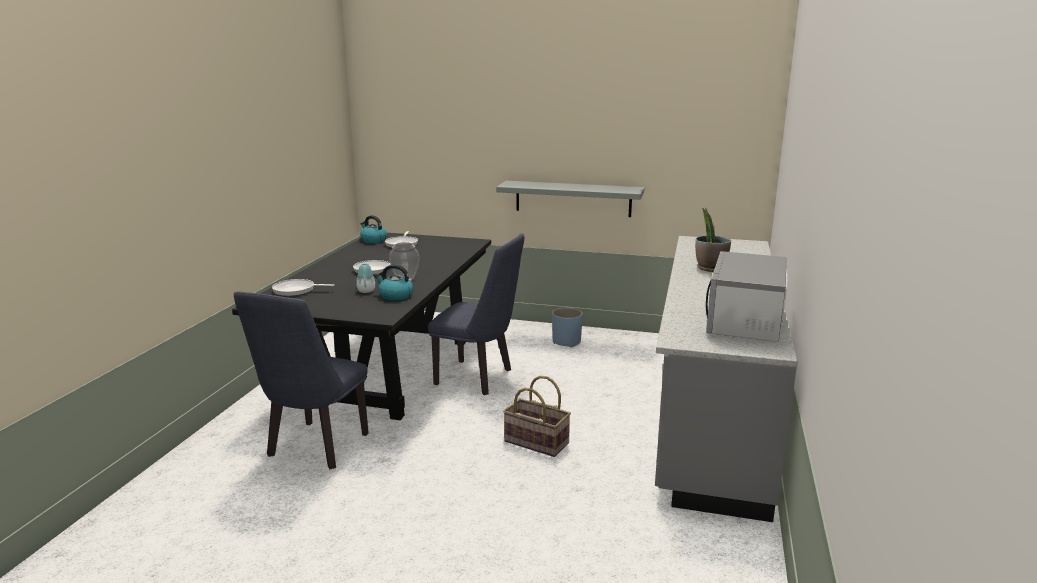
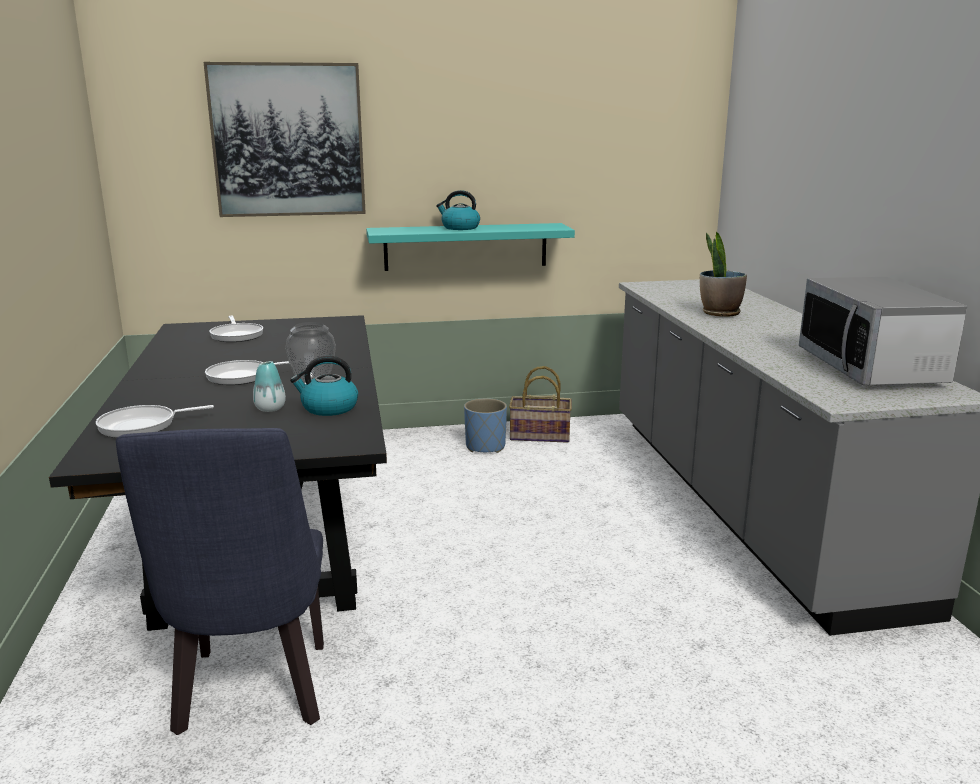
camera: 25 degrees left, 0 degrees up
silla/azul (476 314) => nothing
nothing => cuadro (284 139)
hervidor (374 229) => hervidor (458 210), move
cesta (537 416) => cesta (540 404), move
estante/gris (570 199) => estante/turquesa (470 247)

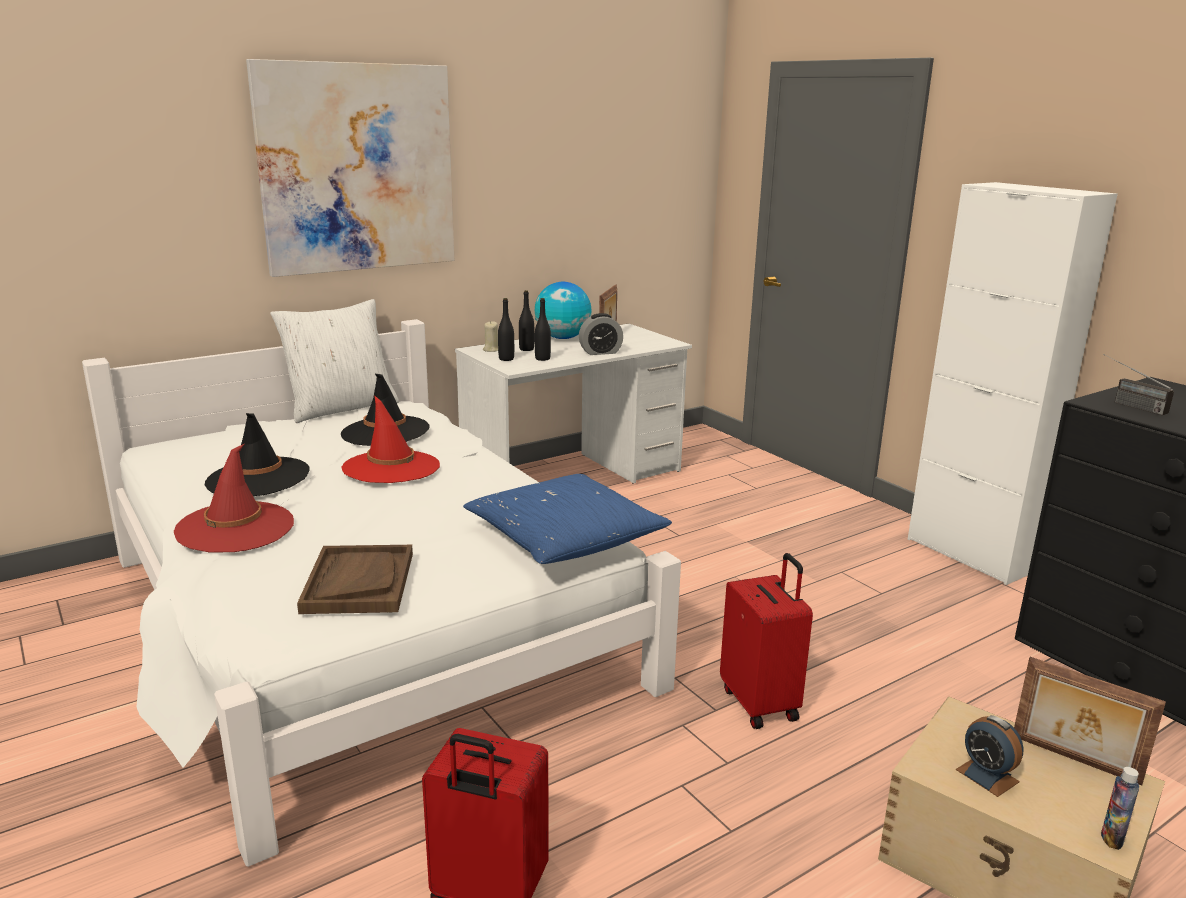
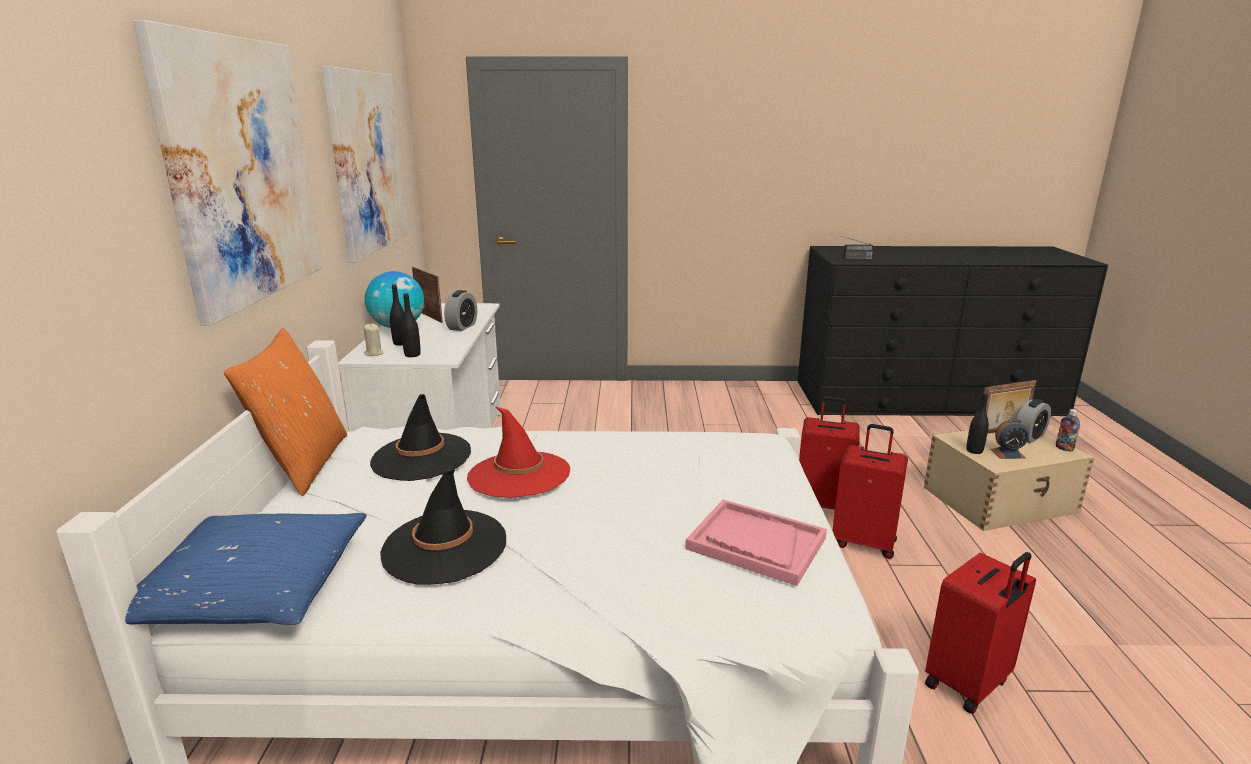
camera: 55 degrees left, 0 degrees up
sombrero/rojo (234 498) => nothing
armario/blanco (1013 383) => nothing
nothing => cuadro (365 164)
nothing => maleta/rojo (870 491)
nothing => despertador (1033 421)
cojín/azul (567 519) => cojín/azul (245 569), move
botella/negro (543 329) => botella/negro (977 423), move
cojín/blanco (334 361) => cojín/naranja (285 412)
bandeja/marrón (355 579) => bandeja/rosa (756 542)

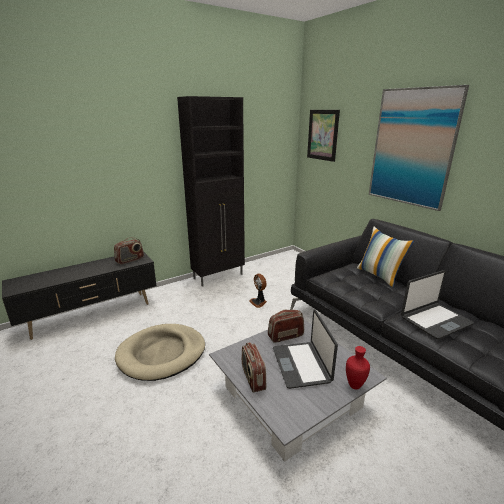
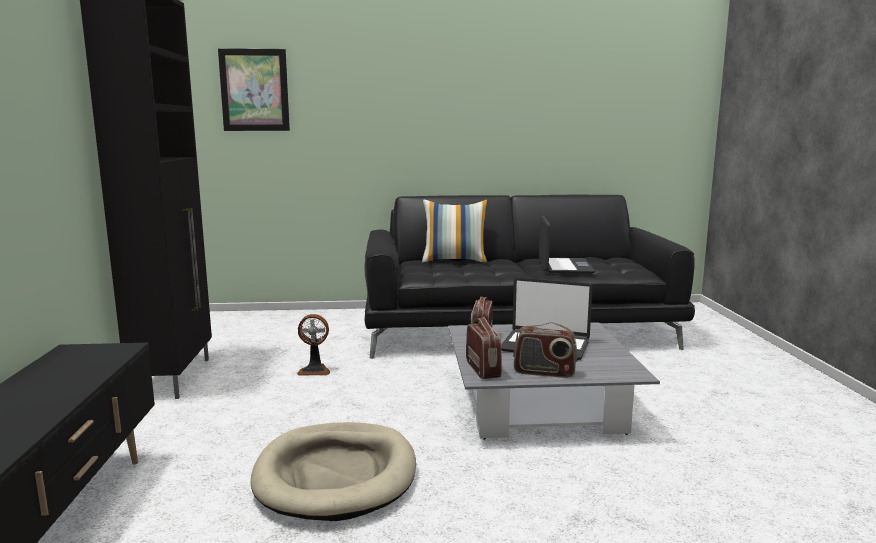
camera: 60 degrees left, 10 degrees down
florero/rojo (358 368) => nothing
cuadro (419 148) => nothing
radio (129 251) => radio (484 348), move

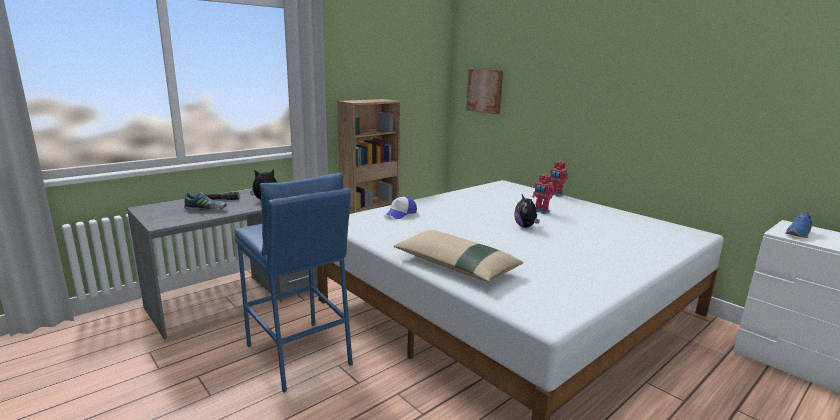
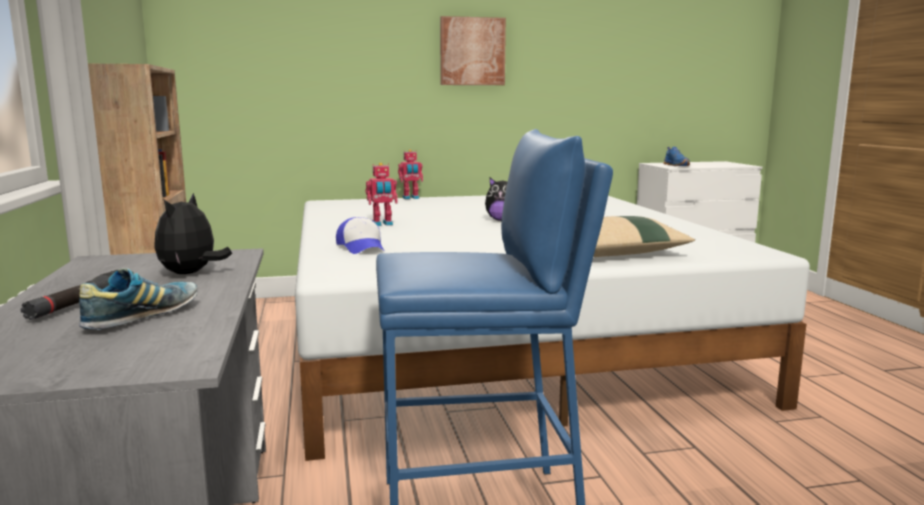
camera: 60 degrees left, 5 degrees down
cuadro (484 91) => cuadro (473 50), move
robot de juguete (543 193) => robot de juguete (382 194), move

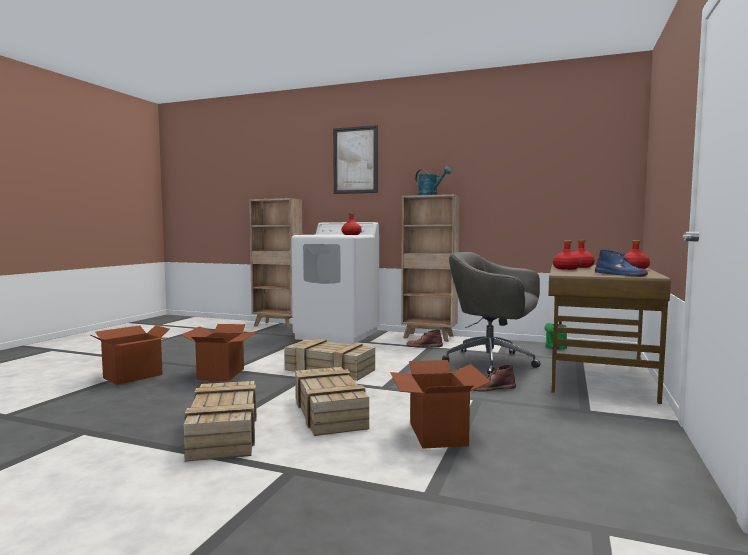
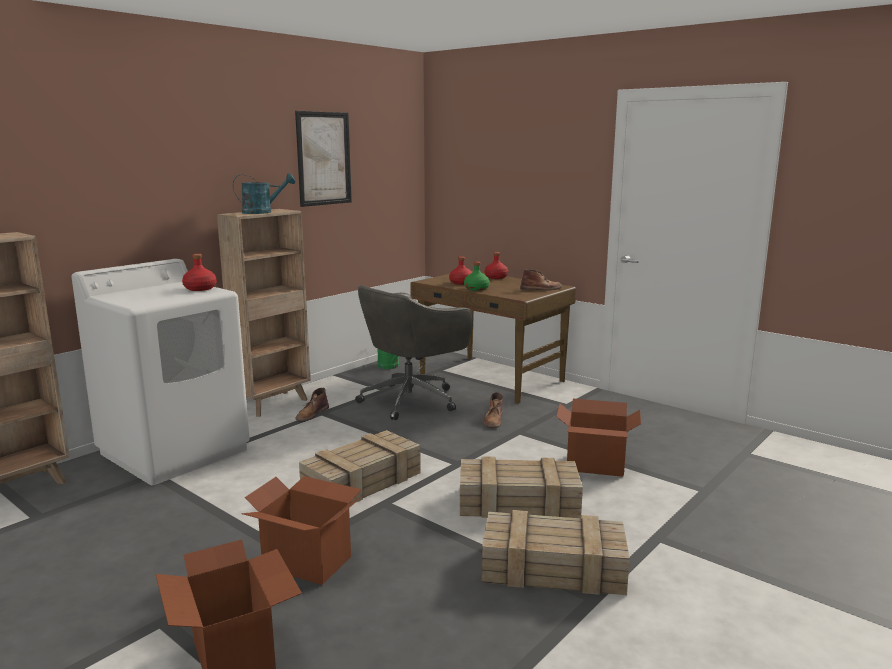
camera: 70 degrees left, 10 degrees up
cuadro (355 159) => cuadro (323 159), move
botella/rojo (567 255) => botella/verde (477 276)
bota/azul (621 262) => bota/marrón (541 280)

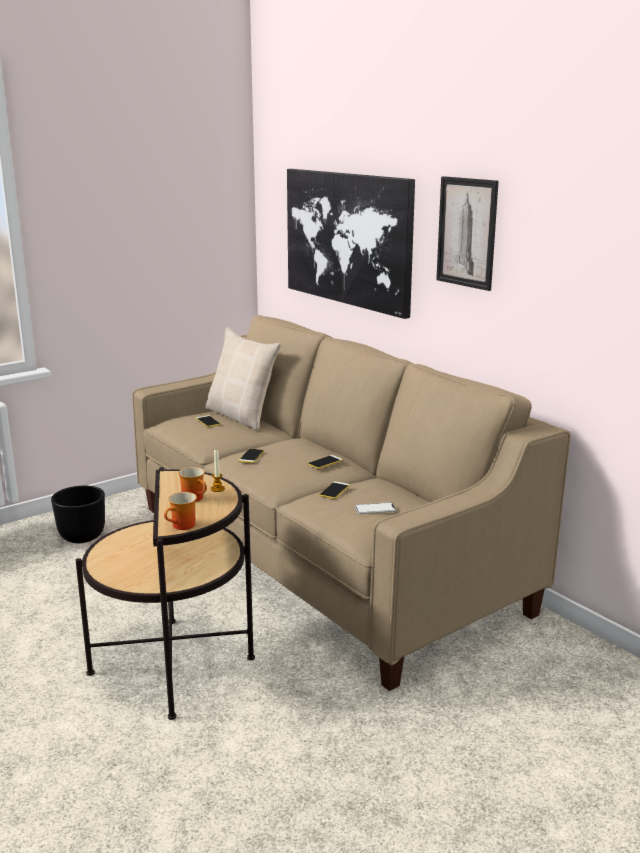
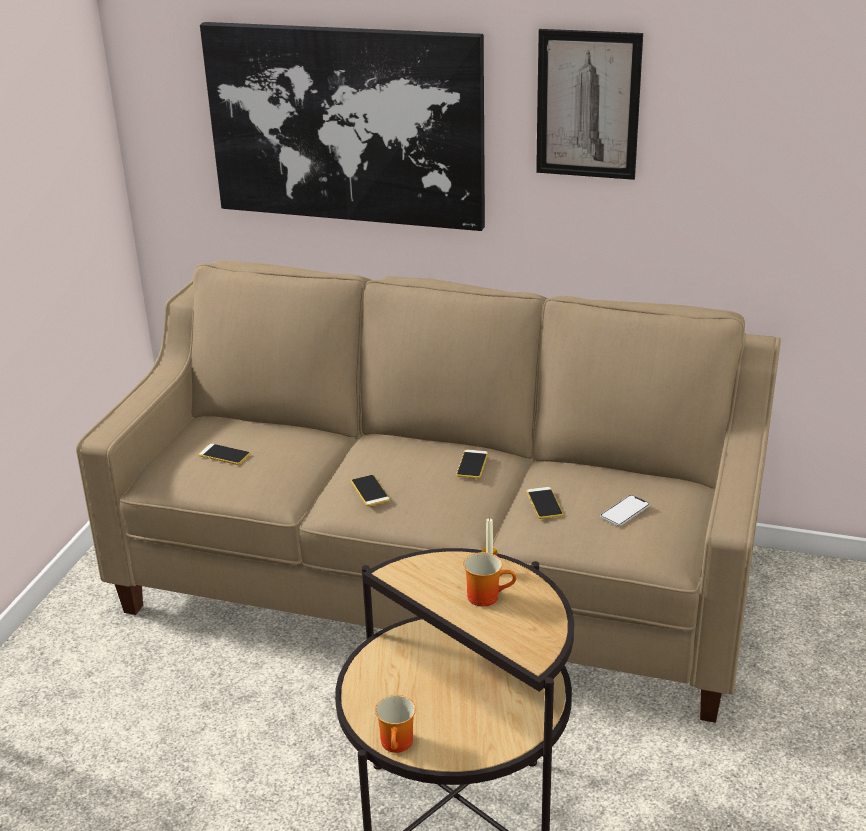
camera: 35 degrees left, 10 degrees up
maceta/negro (78 514) => nothing
cojín/beis (243 379) => nothing
taza grande (180 511) => taza grande (395 724), move

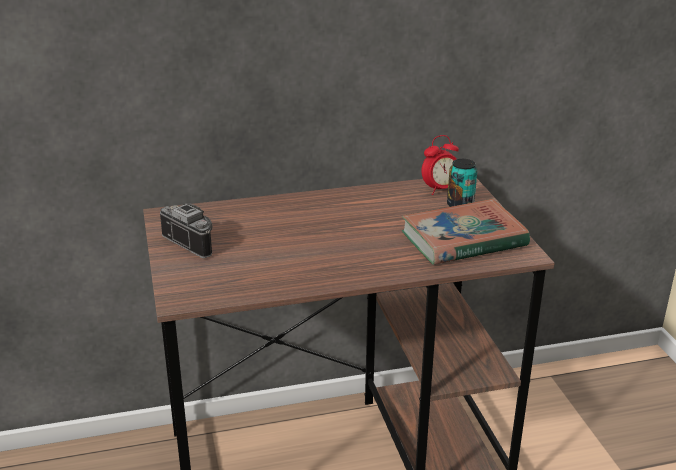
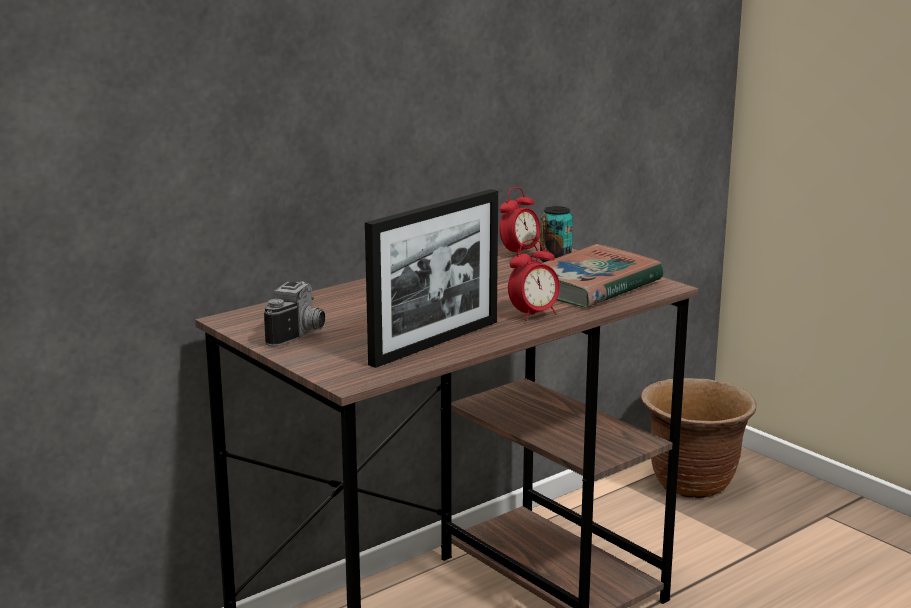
camera: 25 degrees left, 10 degrees down
nothing => portarretratos (431 278)
nothing => despertador (534 280)
nothing => maceta/marrón (699 438)
cámara (186 230) => cámara (294 314), 90 degrees clockwise

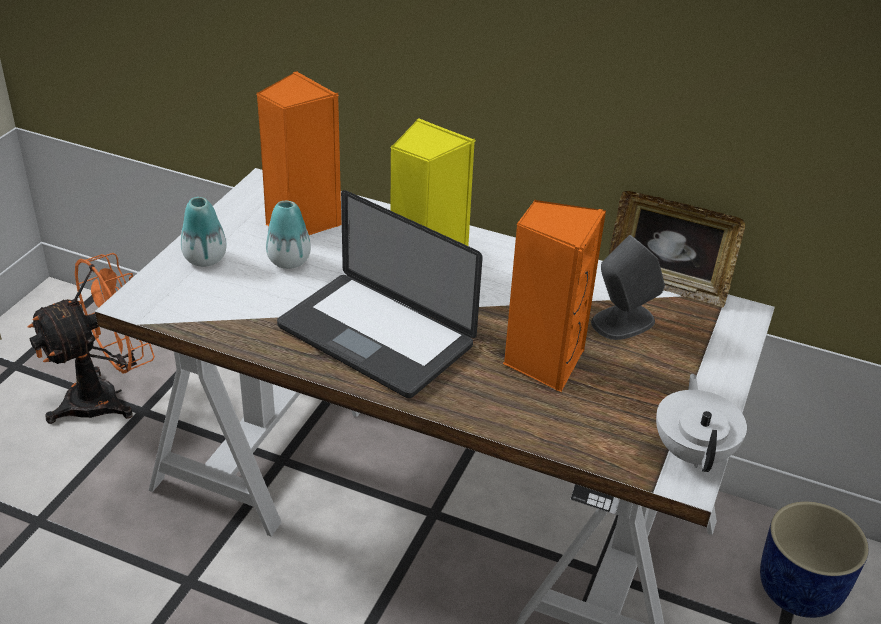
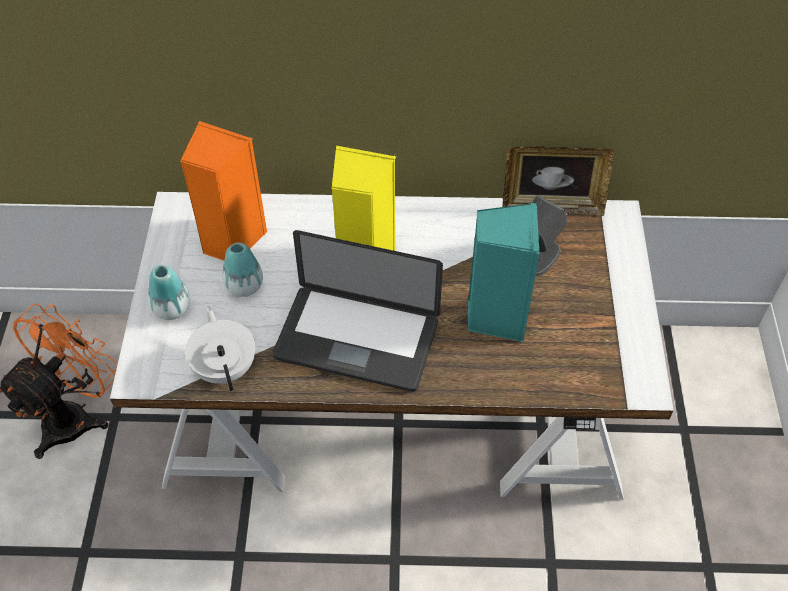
camera: 20 degrees left, 15 degrees up
maceta/azul (814 559) => nothing
tetera/blanco (701 423) => tetera/blanco (220 348), move
altavoz/naranja (554 295) => altavoz/turquesa (504 272)

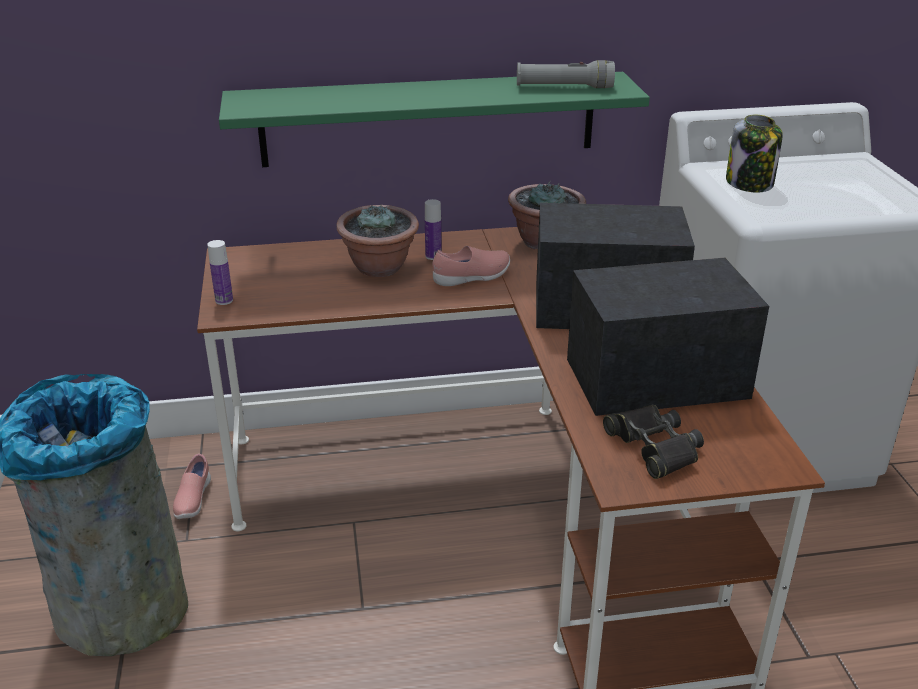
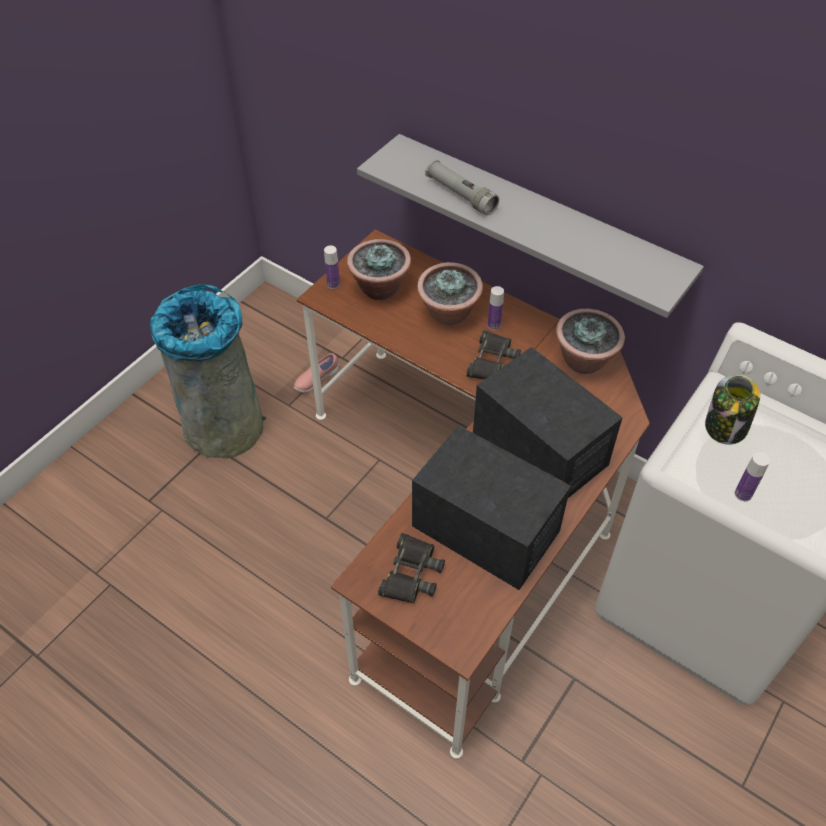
camera: 45 degrees right, 20 degrees up
nothing => planta en maceta (379 269)
nothing => botella (752 476)
linterna/gris (566 74) => linterna/gris (462 187), move
zapato/rosa (471 266) => prismáticos/negro (493 355)
estante/verde (434 119) => estante/gris (530 226)

